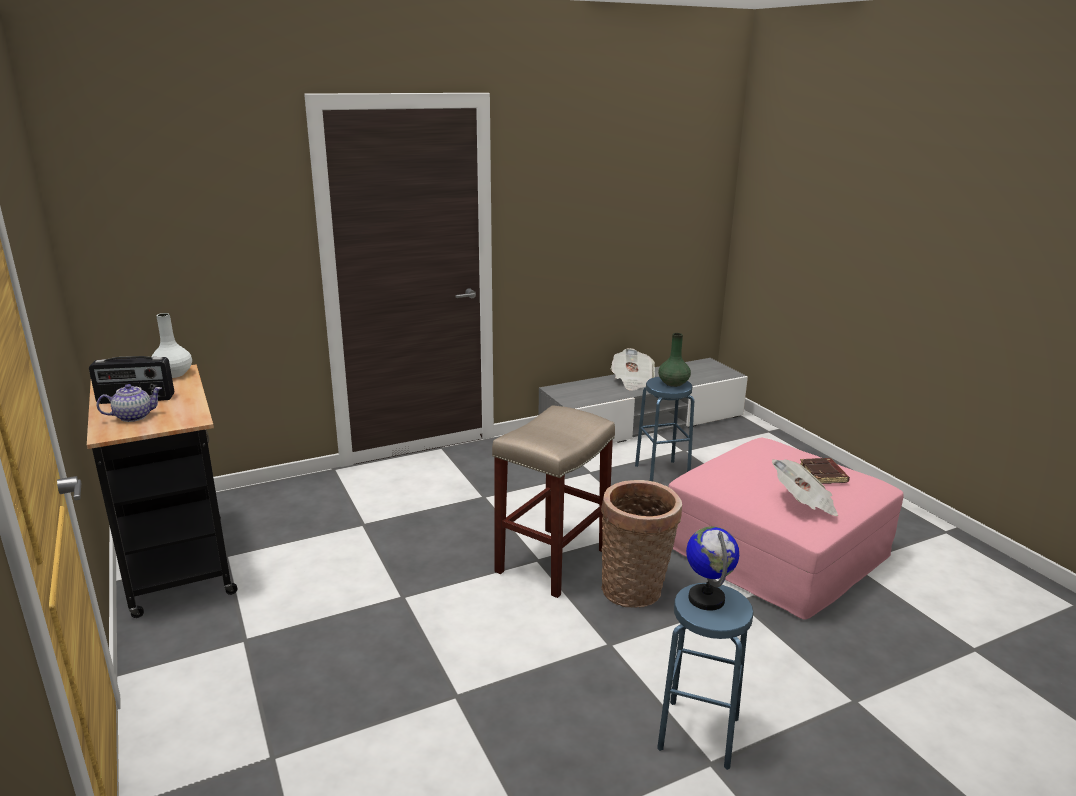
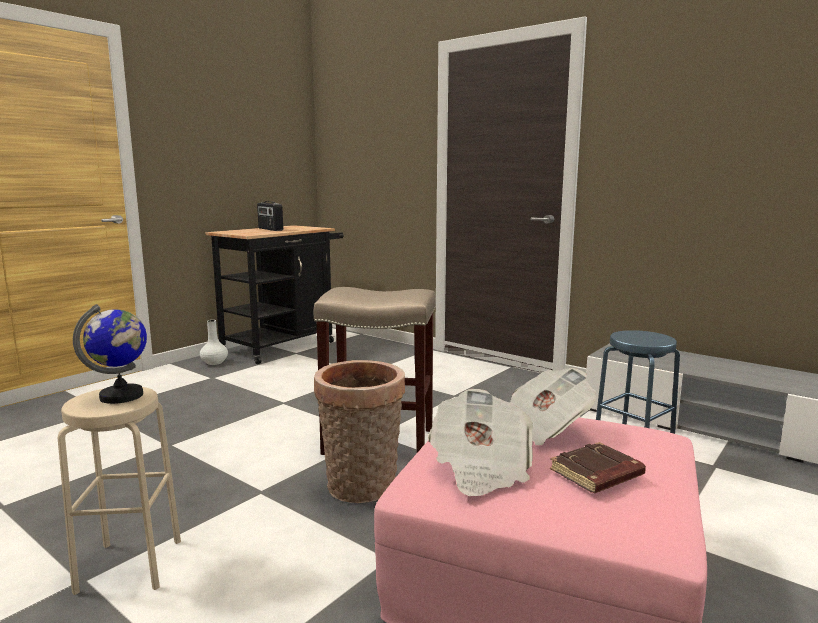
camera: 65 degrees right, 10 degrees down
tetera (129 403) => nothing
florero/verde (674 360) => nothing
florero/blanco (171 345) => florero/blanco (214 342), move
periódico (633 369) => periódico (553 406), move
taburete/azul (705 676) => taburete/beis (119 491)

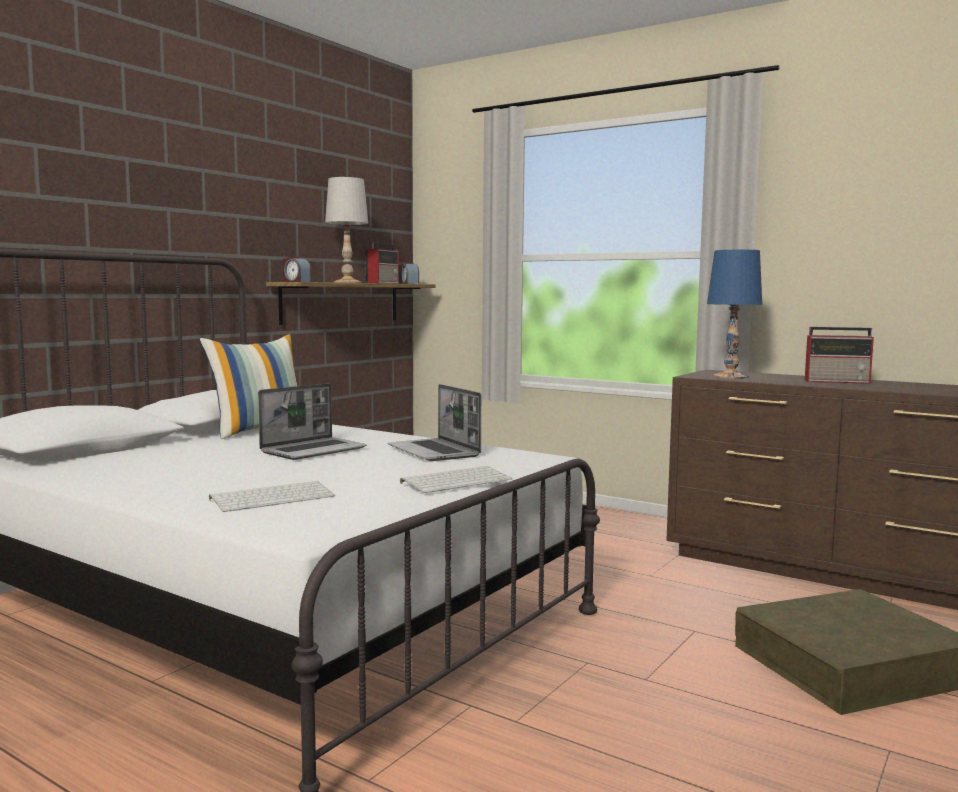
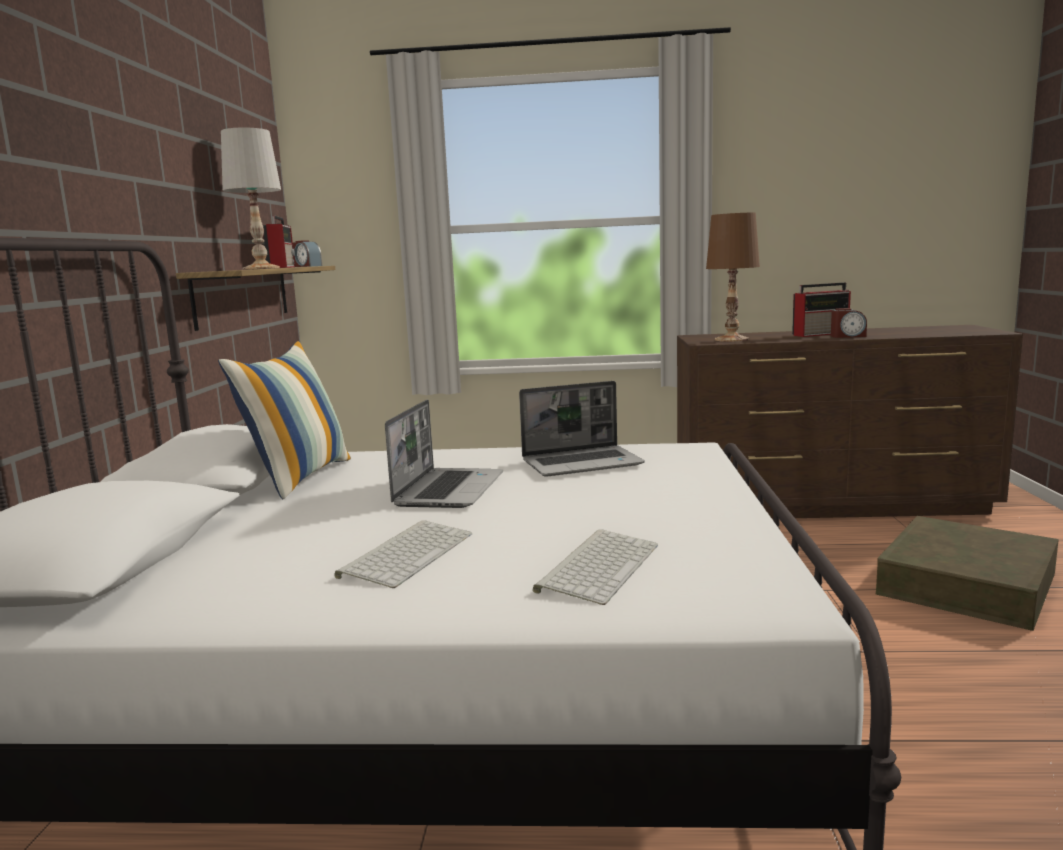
camera: 30 degrees left, 5 degrees up
despertador (297 269) => despertador (849 323), move
teclado (456 479) => teclado (403 554), move
lámpara de mesa/azul (734 314) => lámpara de mesa/marrón (733 277)
portátil (434 422) => portátil (582 428), 45 degrees counterclockwise

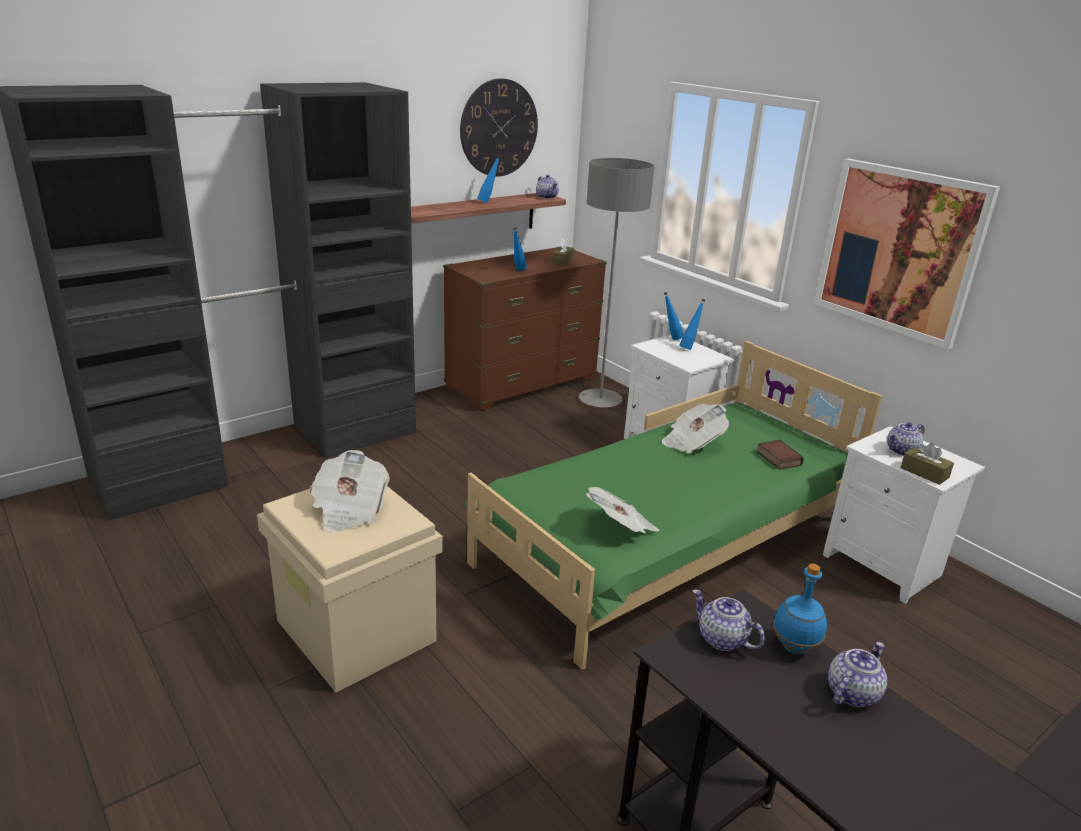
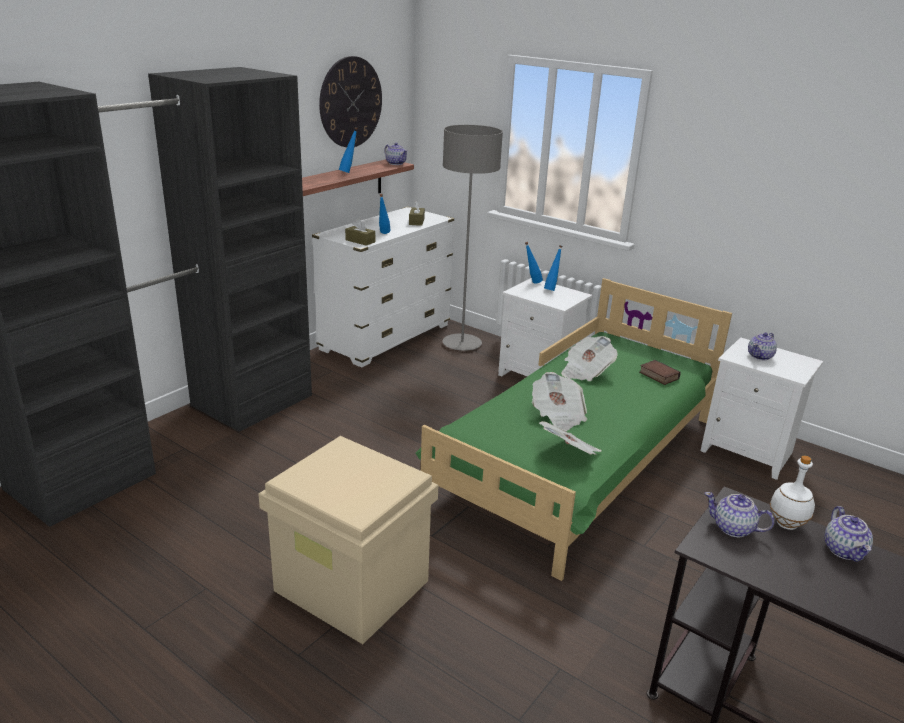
camera: 15 degrees left, 0 degrees up
cuadro (907 254) => nothing
periódico (350 491) => periódico (559 401), move
caja de pañuelos/marrón (927 464) => caja de pañuelos/marrón (360 232), move
cómoda/marrón (525 329) => cómoda/blanco (383 287)
botella/azul (800 609) => botella/blanco (792 492)
tetera (857 674) => tetera (848 534), 150 degrees clockwise

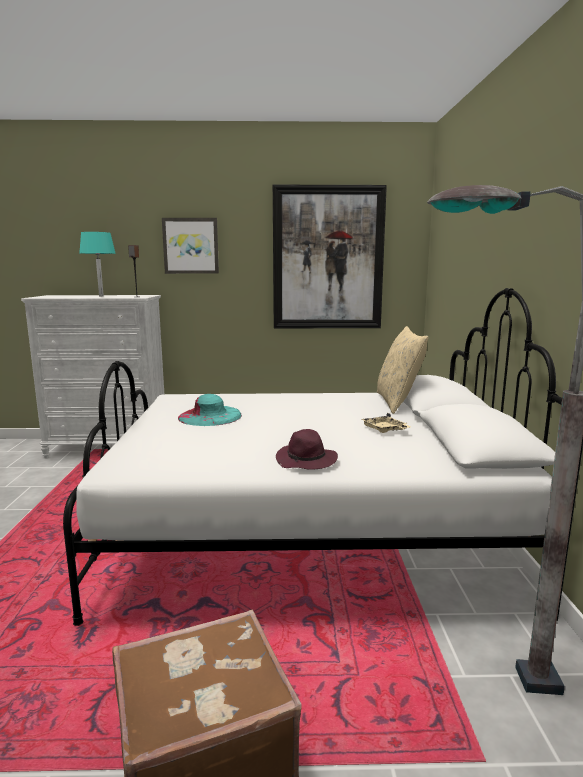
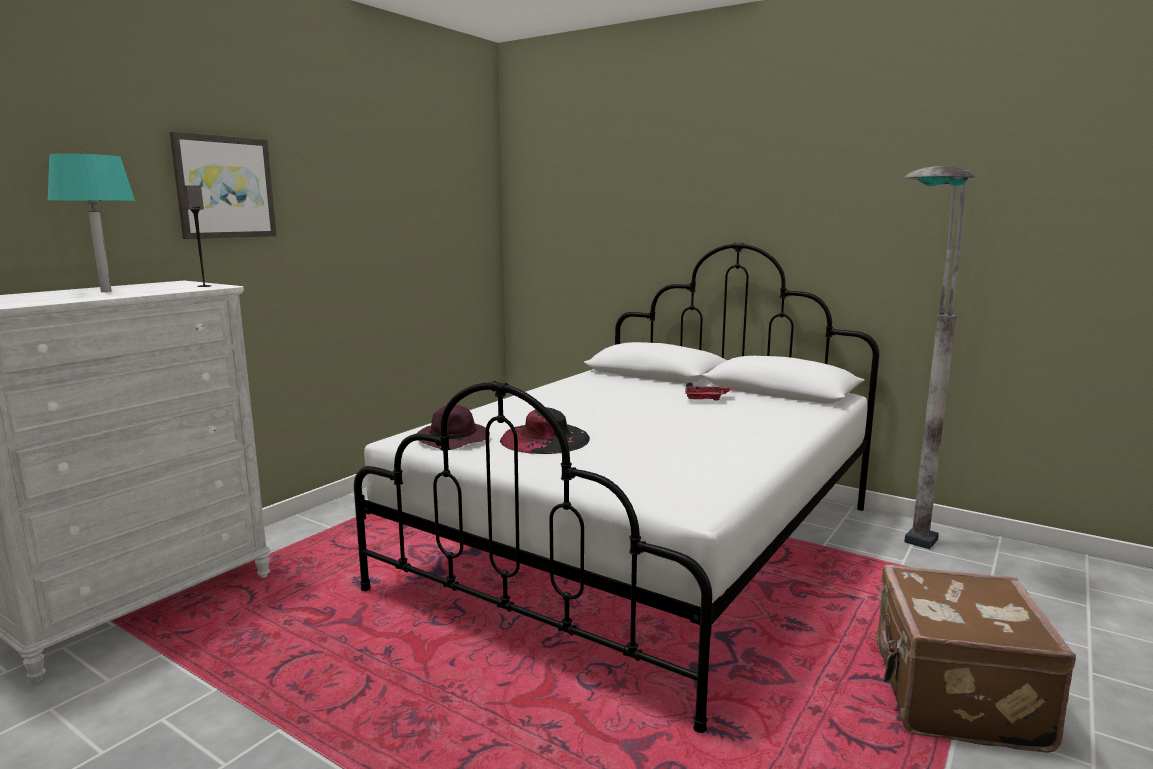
camera: 55 degrees left, 0 degrees up
cuadro (330 256) => nothing
cojín/beis (403 370) => nothing
sombrero/morado (307 449) => sombrero/morado (454 427), move
sombrero/turquesa (210 410) => sombrero/negro (545 430)
bandeja/beis (385 423) => bandeja/rojo (709 391)

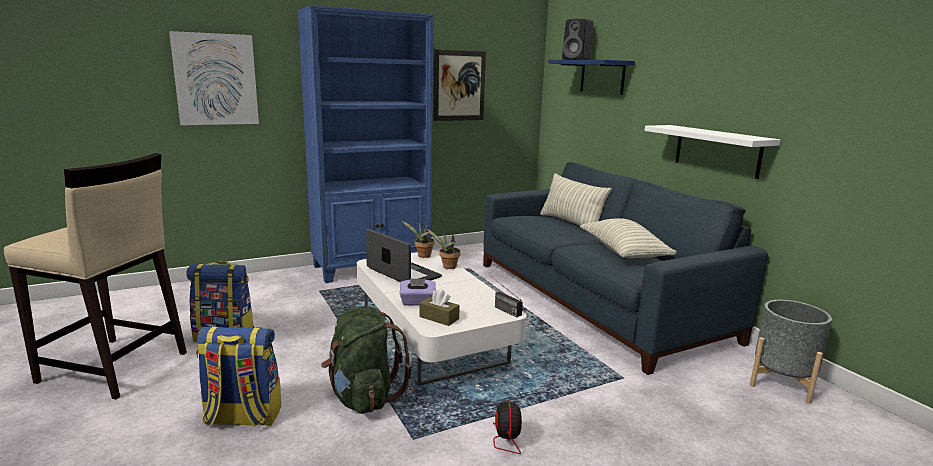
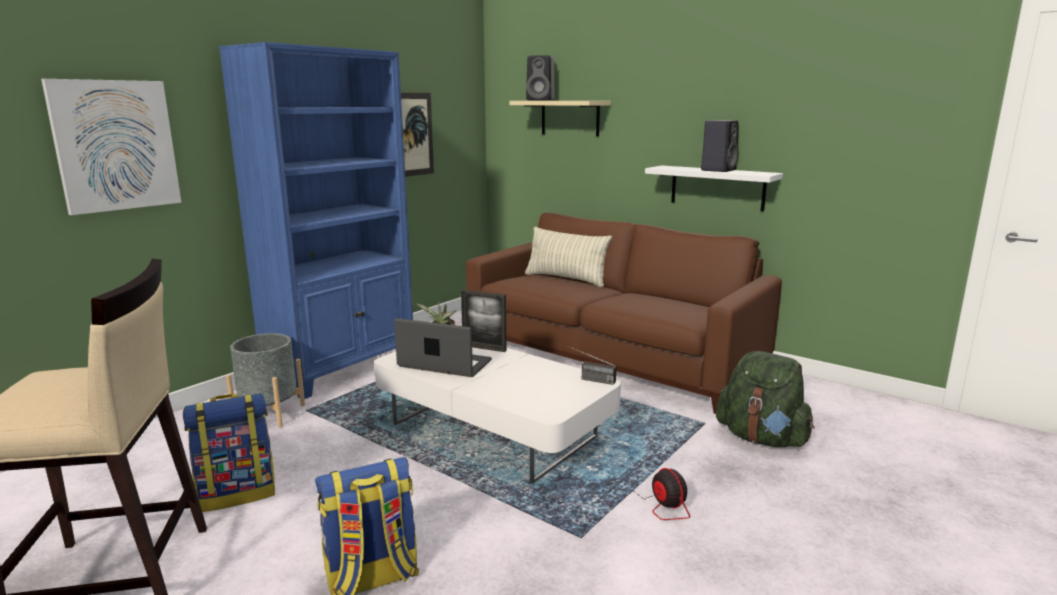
camera: 25 degrees left, 0 degrees up
caja de pañuelos/morado (418 292) => nothing
caja de pañuelos/marrón (439 307) => nothing
cojín (628 238) => nothing
nothing => altavoz/negro (719 146)
mochila/verde (366 360) => mochila/verde (765 399), move
maceta/gris (791 352) => maceta/gris (265 380), move
planta en maceta (444 249) => portarretratos (484 321)
sofá/azul (625 268) => sofá/marrón (624 313)
estante/azul (592 77) => estante/beis (560 118)

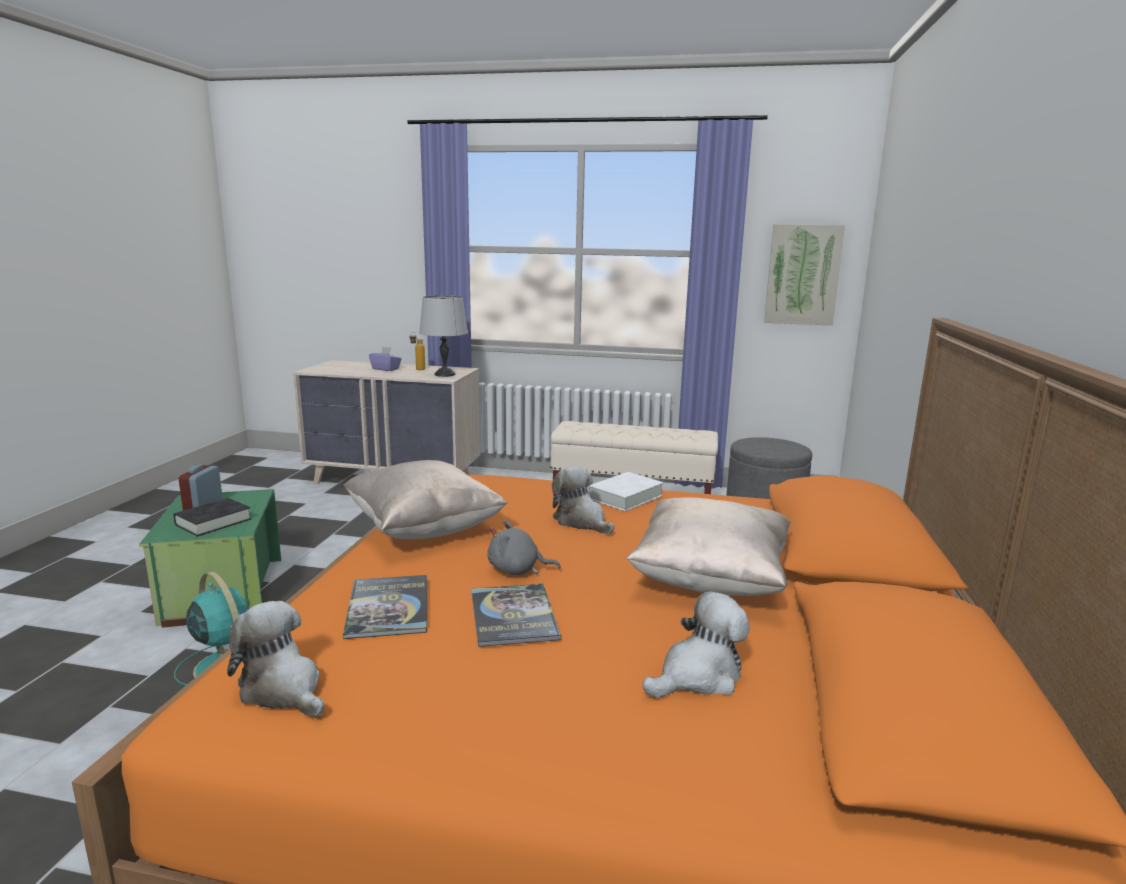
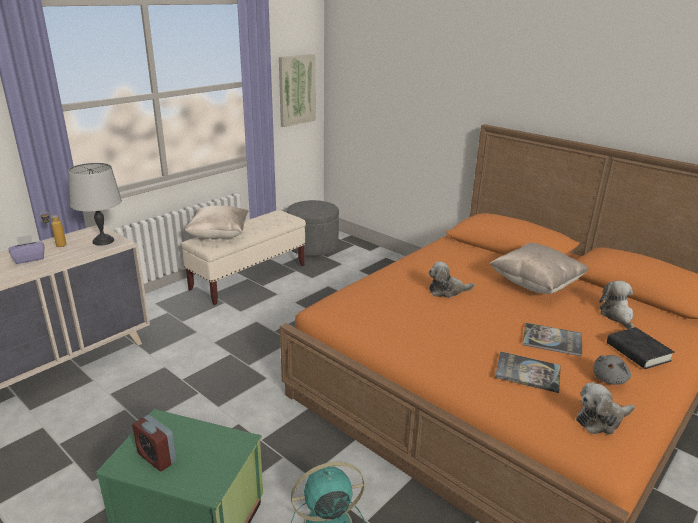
camera: 60 degrees left, 10 degrees up
libro/blanco (625 492) => nothing
libro/negro (212 517) => libro/negro (640 348), move
cojín/beis (425 499) => cojín/beis (217 222), move
peluche/gris (524 547) => peluche/gris (612 370), move

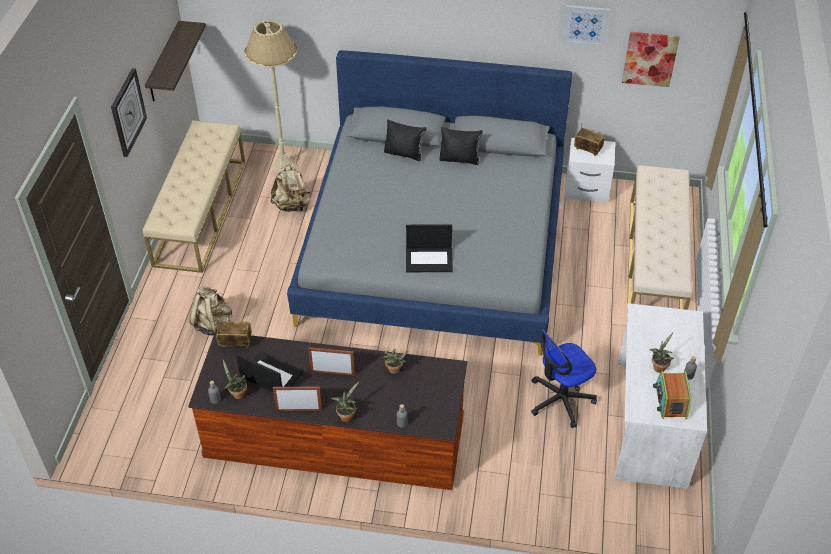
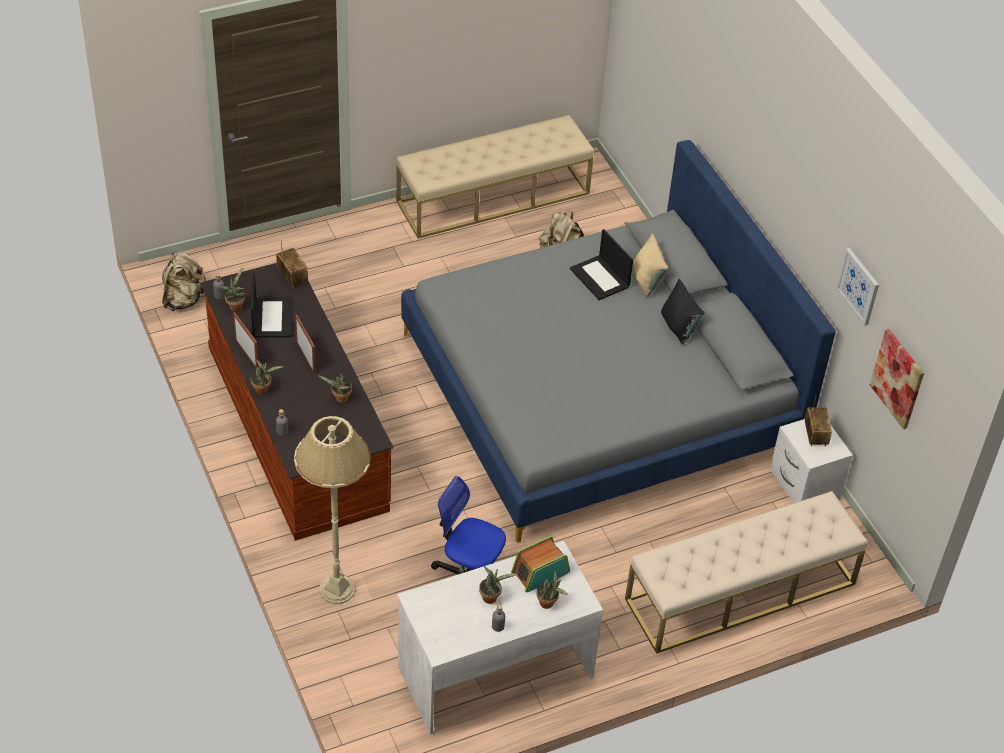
camera: 55 degrees right, 0 degrees up
reloj de pared (129 112) => nothing
estante (175 61) => nothing
nothing => planta en maceta (552 589)
mochila/beis (210 311) => mochila/beis (184 281), move
lámpara de pie/beis (270 96) => lámpara de pie/beis (332 510), move
portátil (429 248) => portátil (601 264), move
radio (672 395) => radio (540 564), move
cojín/negro (405 140) => cojín/beis (650 265)

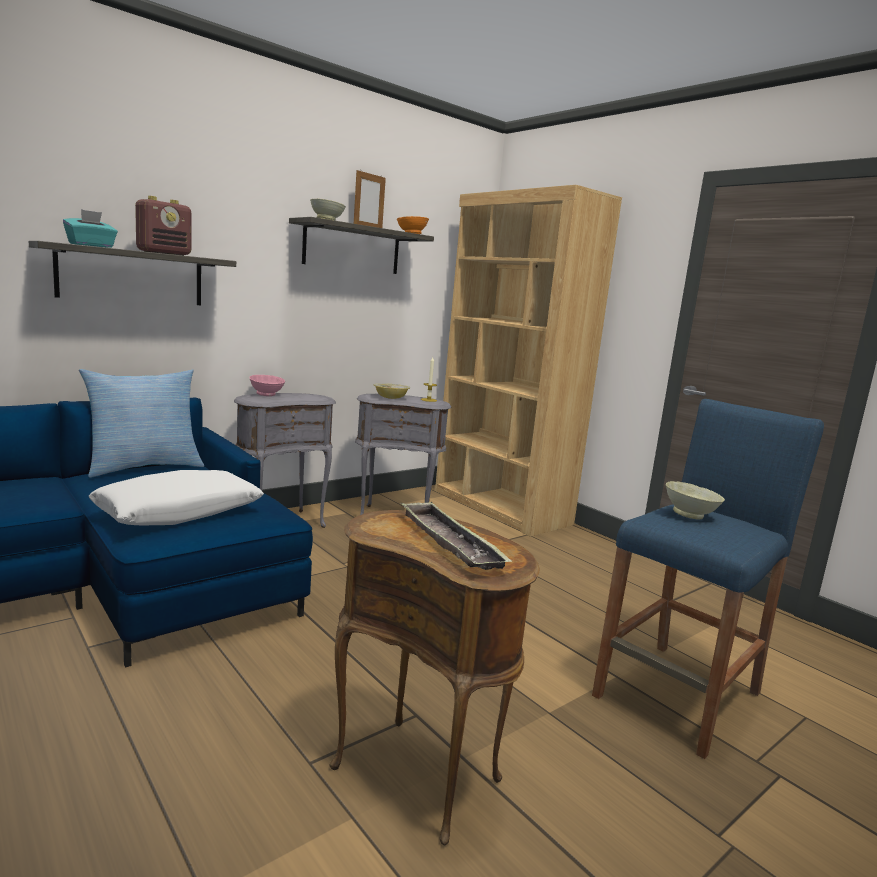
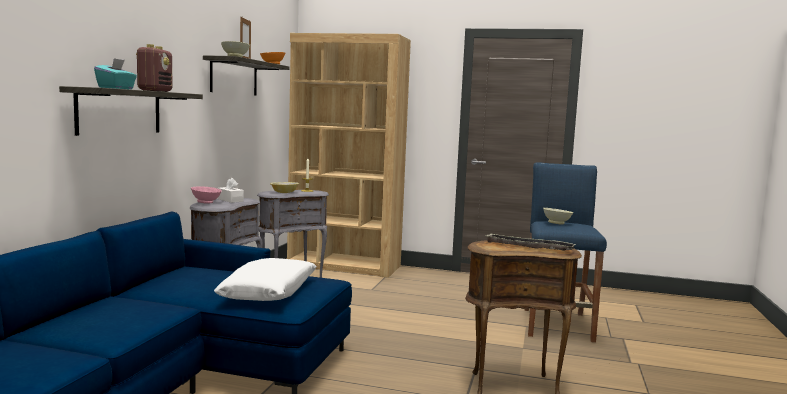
camera: 35 degrees left, 5 degrees down
cojín (141 423) => nothing
nothing => caja de pañuelos/blanco (231 190)

